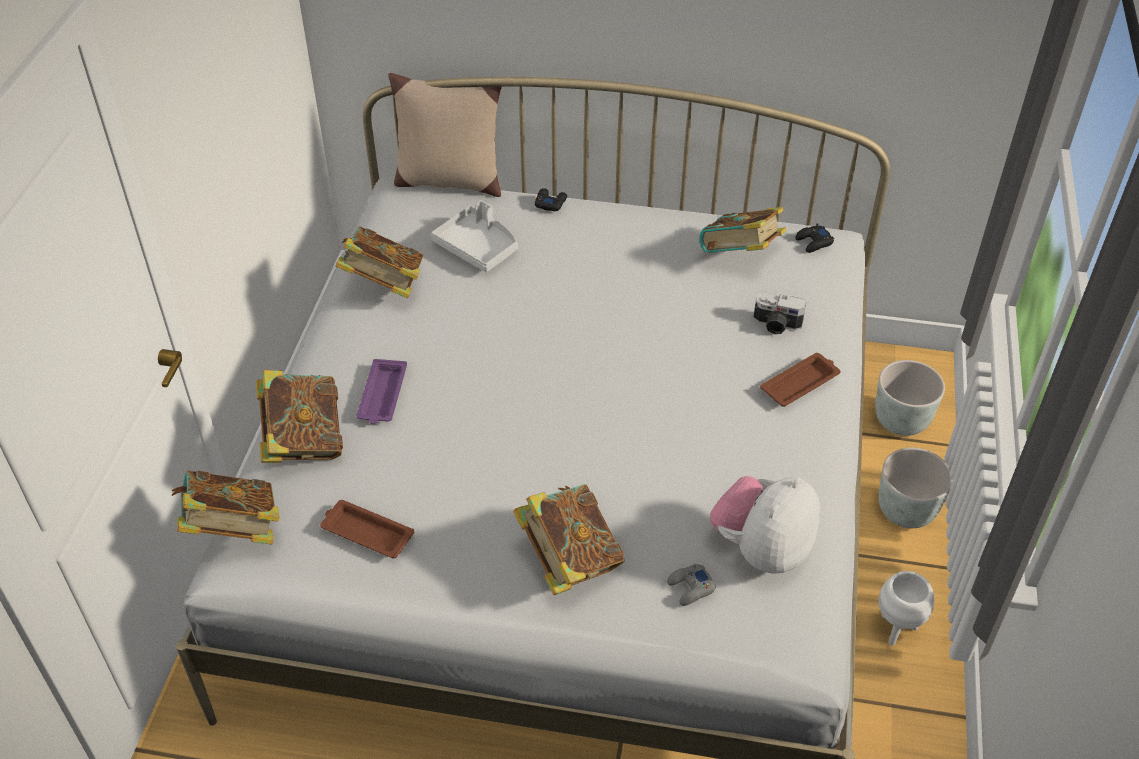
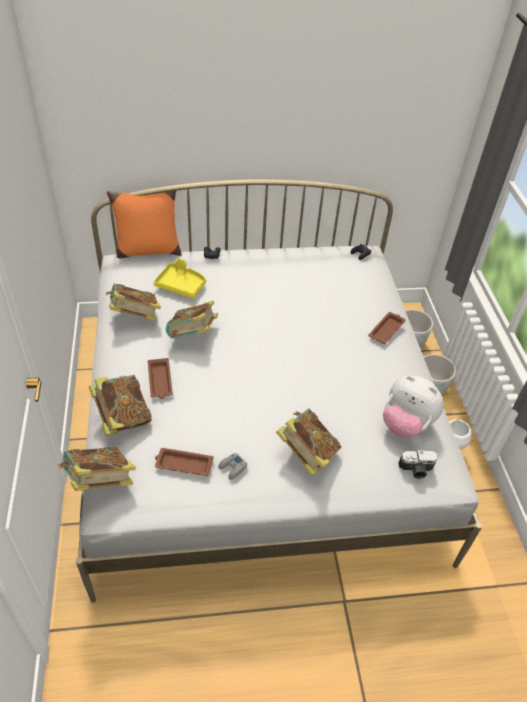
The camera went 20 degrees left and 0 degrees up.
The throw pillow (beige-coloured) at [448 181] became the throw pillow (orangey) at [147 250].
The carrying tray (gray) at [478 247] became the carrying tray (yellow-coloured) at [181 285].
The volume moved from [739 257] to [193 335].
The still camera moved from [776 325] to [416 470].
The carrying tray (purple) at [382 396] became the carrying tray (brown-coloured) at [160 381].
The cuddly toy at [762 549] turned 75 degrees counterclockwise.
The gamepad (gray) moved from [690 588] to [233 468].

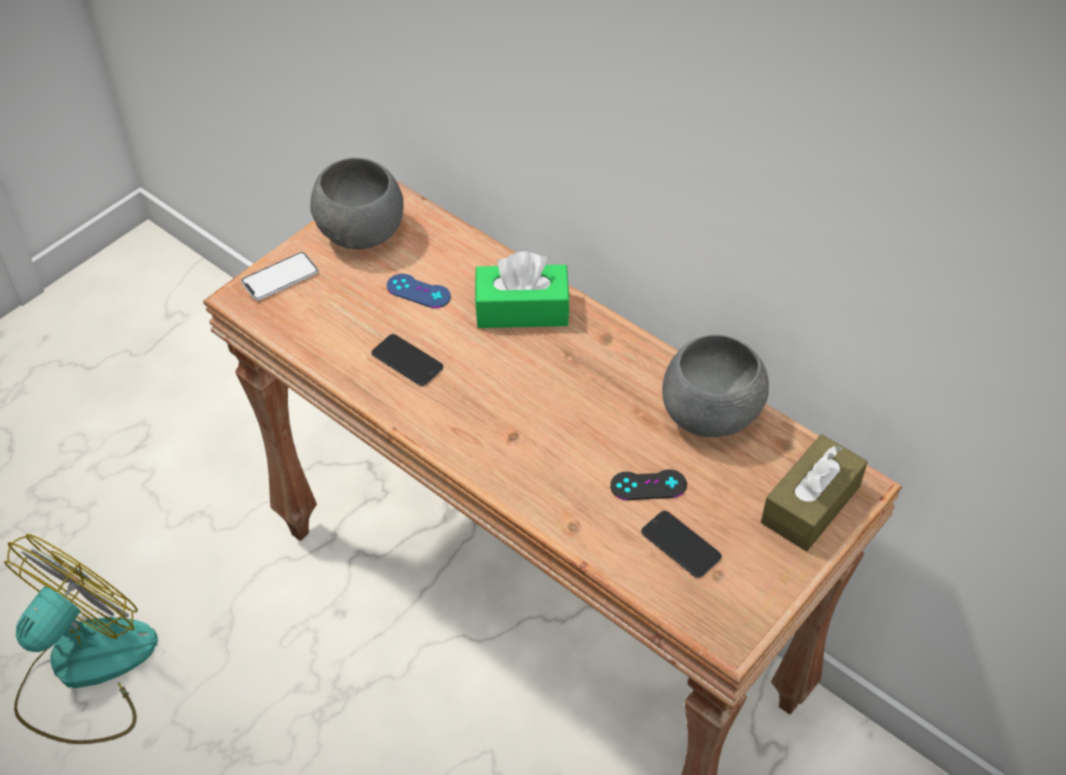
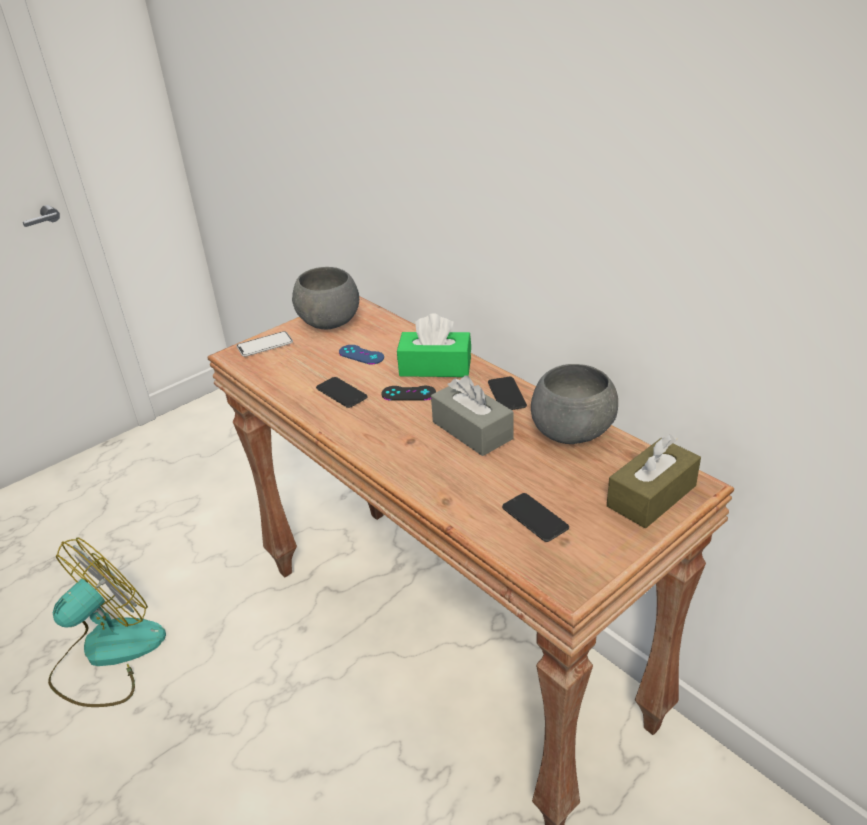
The camera went 10 degrees right and 15 degrees down.
The gamepad (black-coloured) moved from [648 485] to [408 393].
The box of tissues (gray) at [472 430] appeared.
The handset at [506 394] appeared.

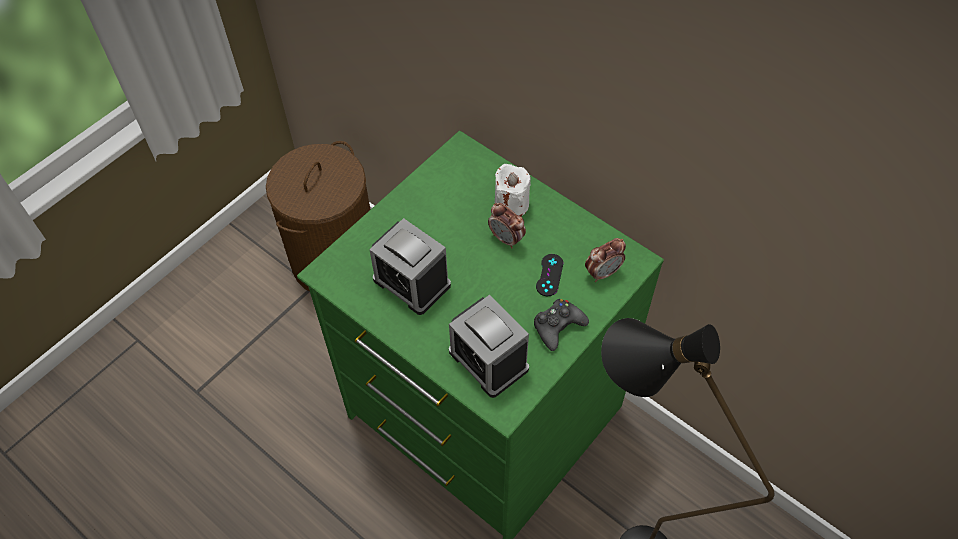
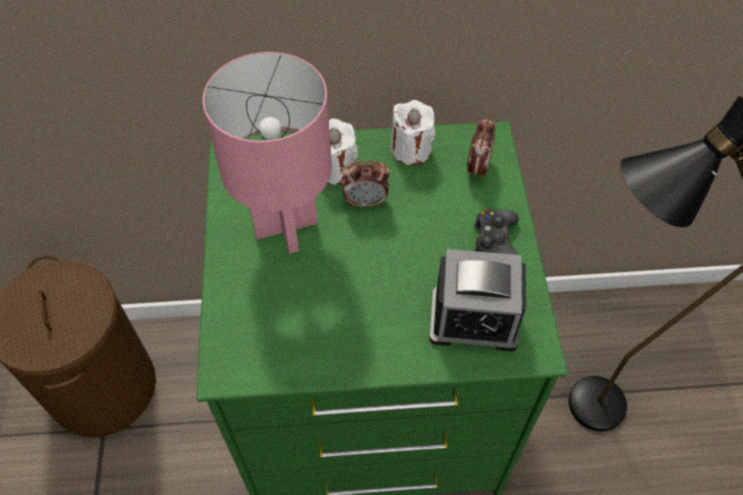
The camera went 45 degrees left and 0 degrees up.
The bedside clock at [411 282] disappeared.
The gamepad (black-coloured) at [549 275] disappeared.
The lamp for a table (pink-coloured) at [286 226] appeared.
The candle (white-coloured) at [411 149] appeared.

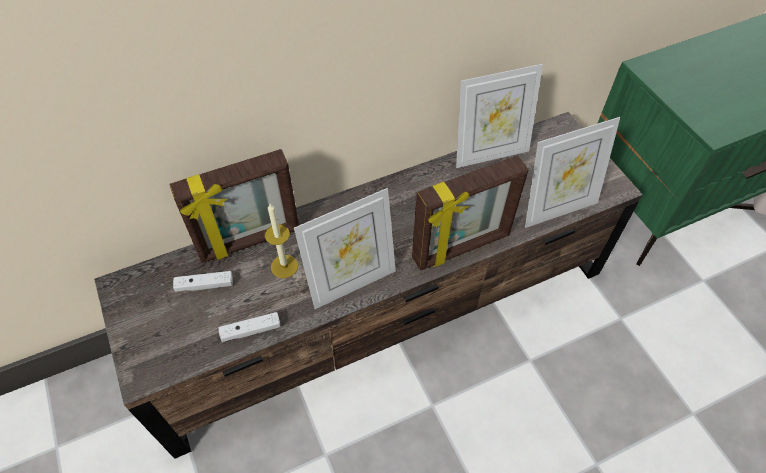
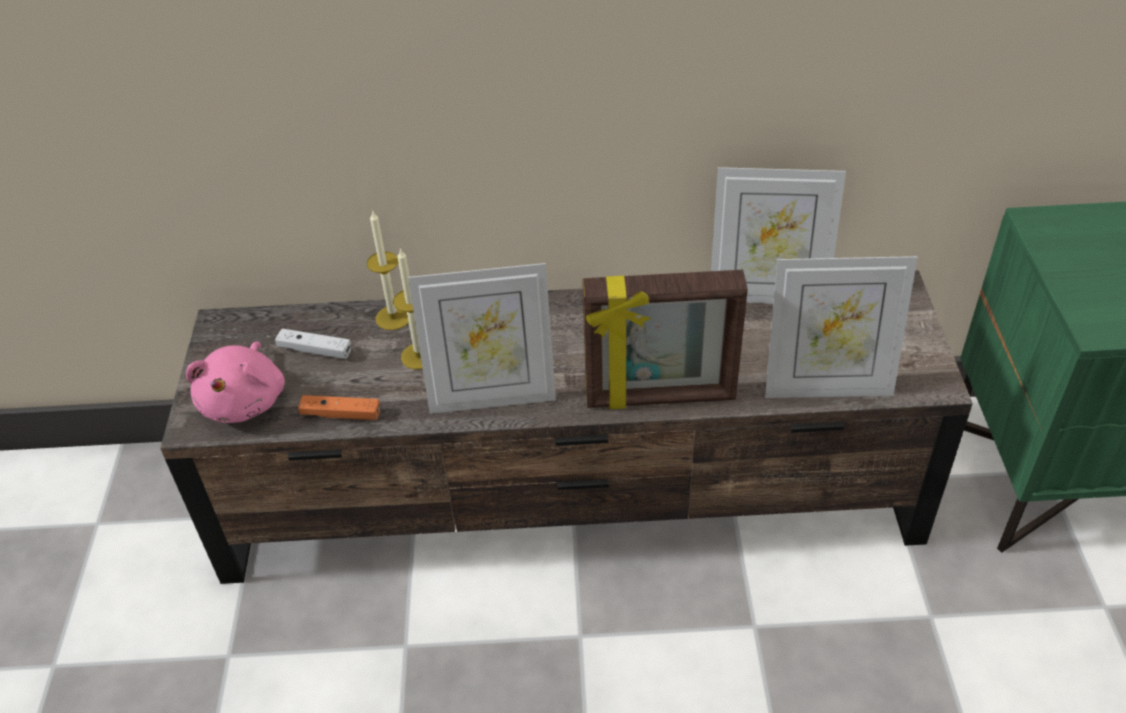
The camera went 25 degrees right and 10 degrees down.
The photo frame at [250 241] was replaced by the candle at [393 317].
The gamepad (white-coloured) at [251 330] became the gamepad (orangey) at [341 414].
The cuddly toy (pink-coloured) at [245 401] appeared.

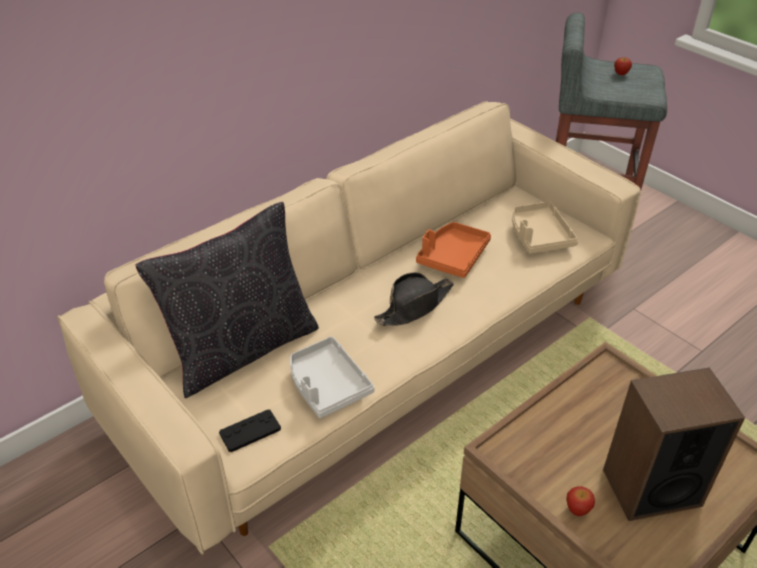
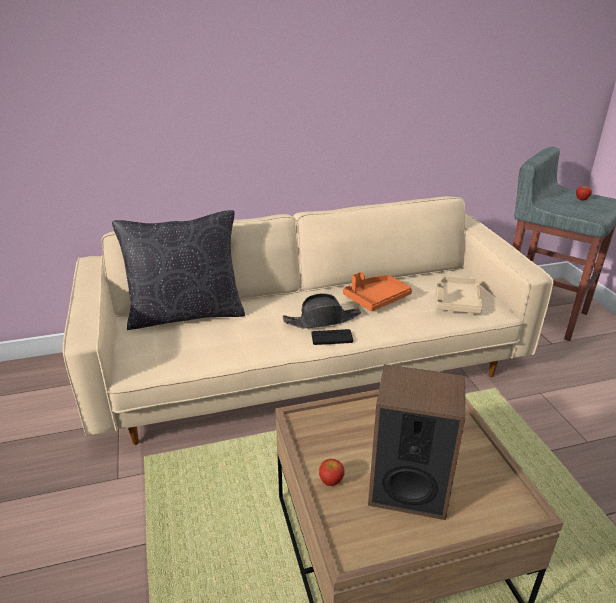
The camera went 25 degrees right and 10 degrees down.
The carrying tray (gray) at [327 385] disappeared.
The gamepad (black-coloured) moved from [250 431] to [332 338].

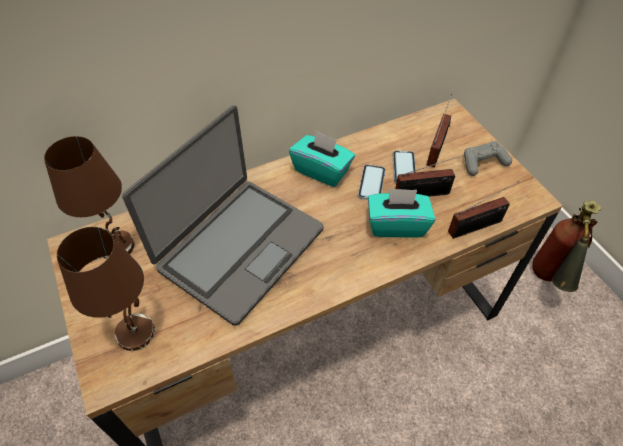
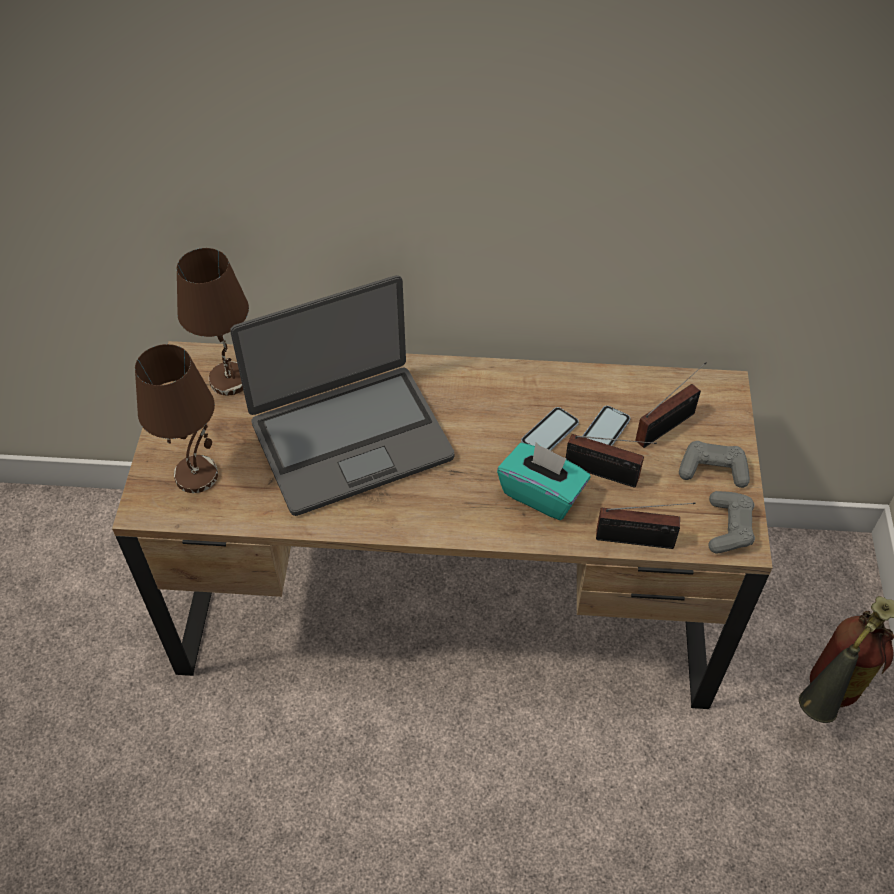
The camera went 30 degrees right and 0 degrees up.
The box of tissues (turquoise) at [322 170] disappeared.
The gamepad (gray) at [729 528] appeared.

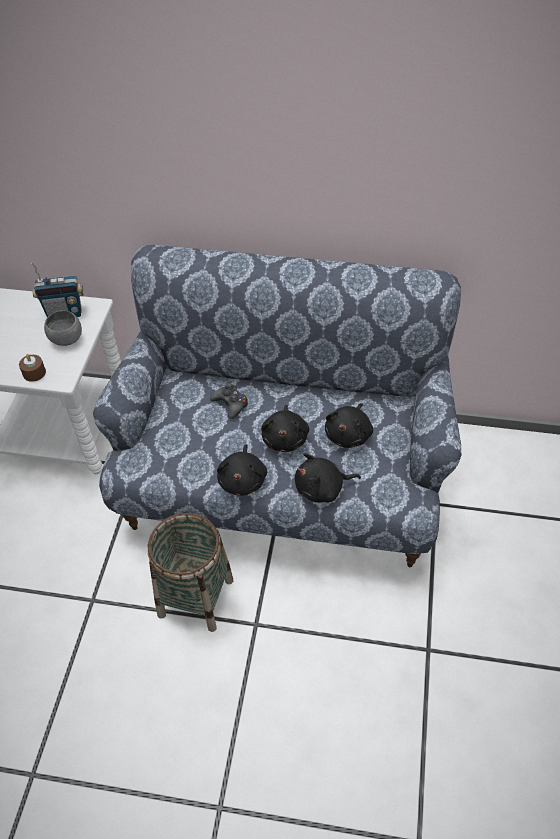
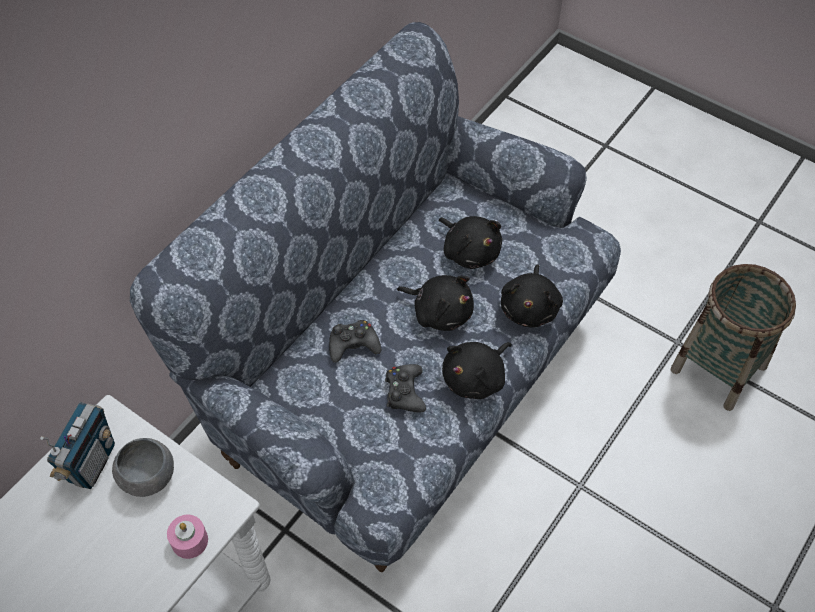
The camera went 65 degrees left and 5 degrees up.
The candle (brown-coloured) at [34 373] became the candle (pink-coloured) at [189 541].
The cuddly toy (black-coloured) at [243 480] turned 105 degrees clockwise.
The household basket moved from [195 597] to [718 368].
The gamepad (black-coloured) at [405 392] appeared.

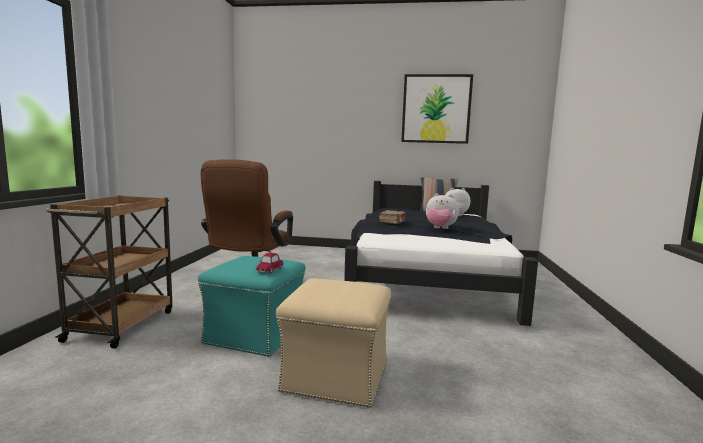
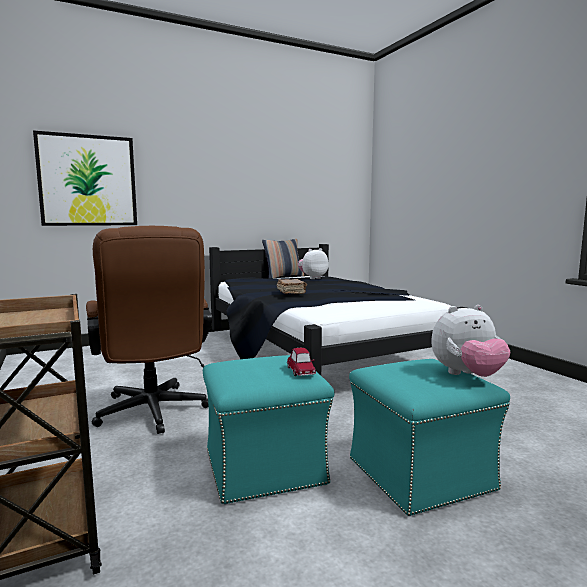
The camera went 35 degrees left and 0 degrees up.
The wall art moved from [436 109] to [88 181].
The cuddly toy moved from [440 229] to [467 375].
The pouffe (beige-coloured) at [335 376] became the pouffe (turquoise) at [419 474].

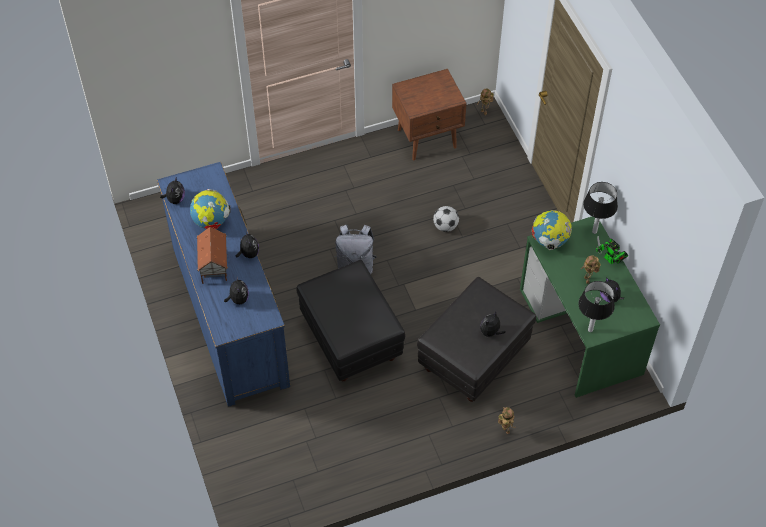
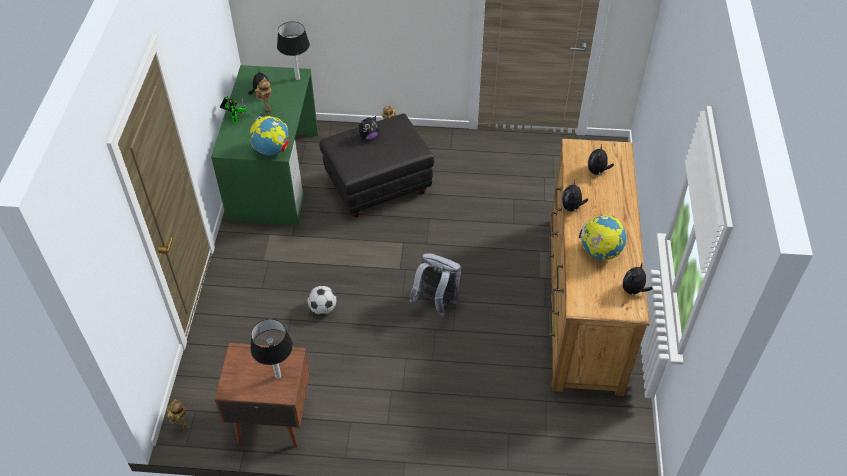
The camera went 155 degrees left and 5 degrees down.
The drawer chest (blue) at [229 315] became the drawer chest (brown-coloured) at [584 302].
The lamp for a table moved from [594 231] to [278 376].
The toy house at [213 266] disappeared.
The pouffe (black-coloured) at [350 340] disappeared.

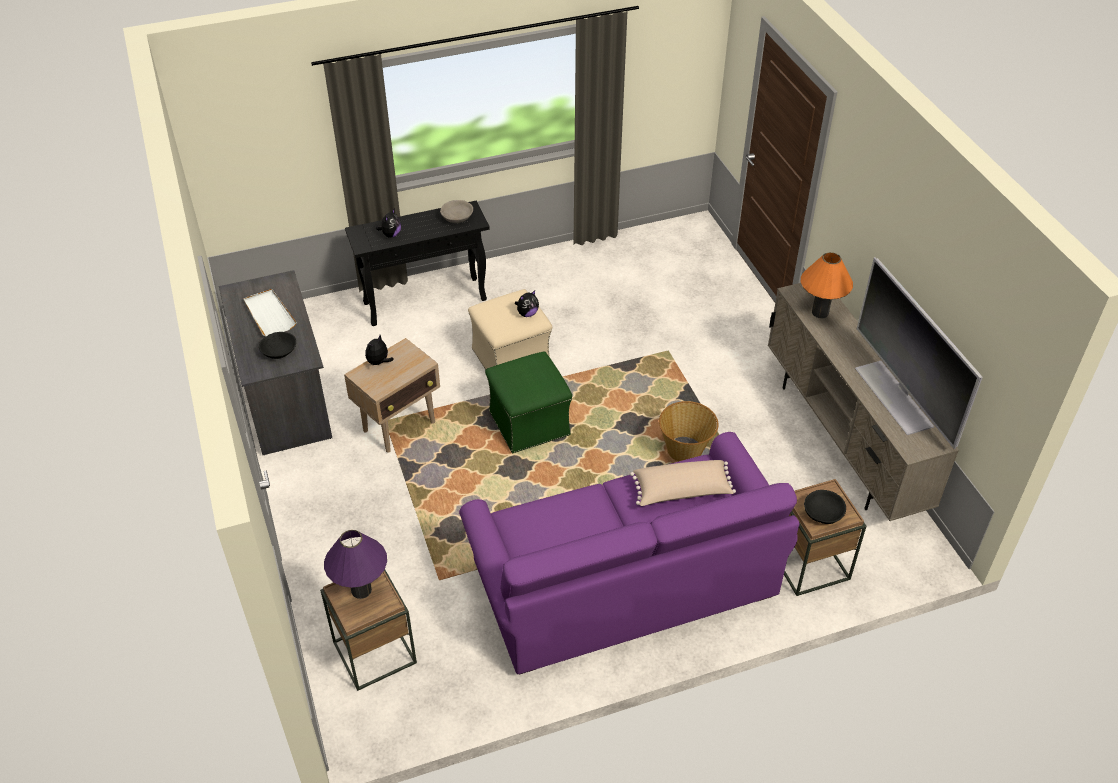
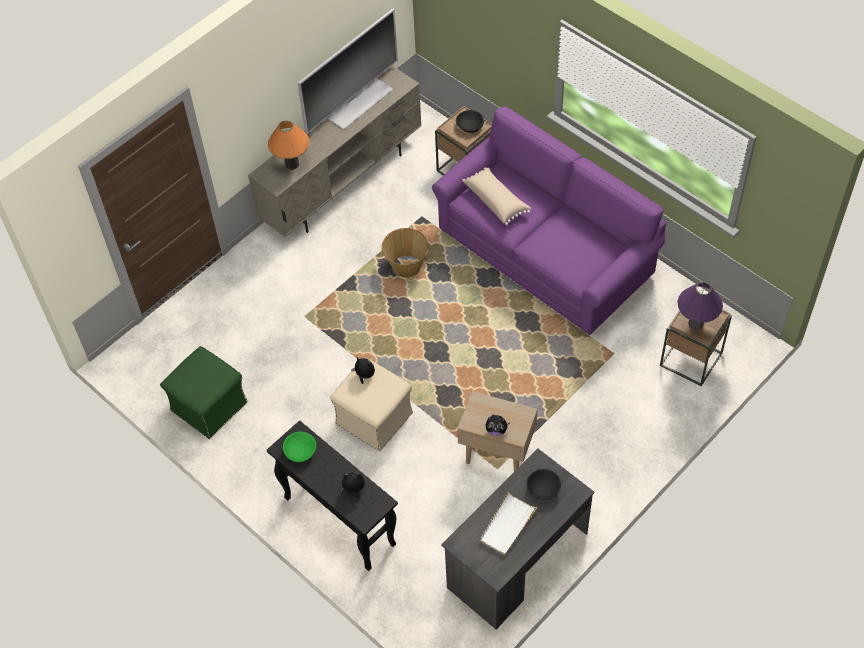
The camera went 115 degrees left and 10 degrees up.
The deep dish (gray) at [457 217] became the deep dish (greenish) at [300 451].
The pouffe (greenish) moved from [529 422] to [208 407].

